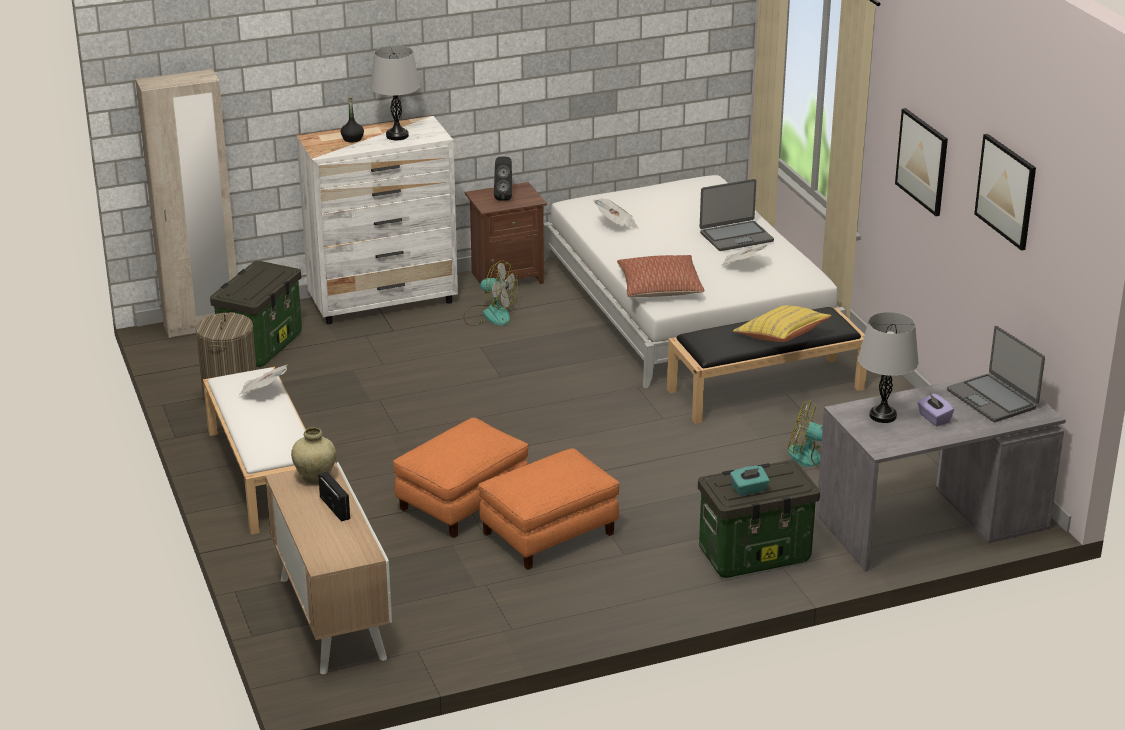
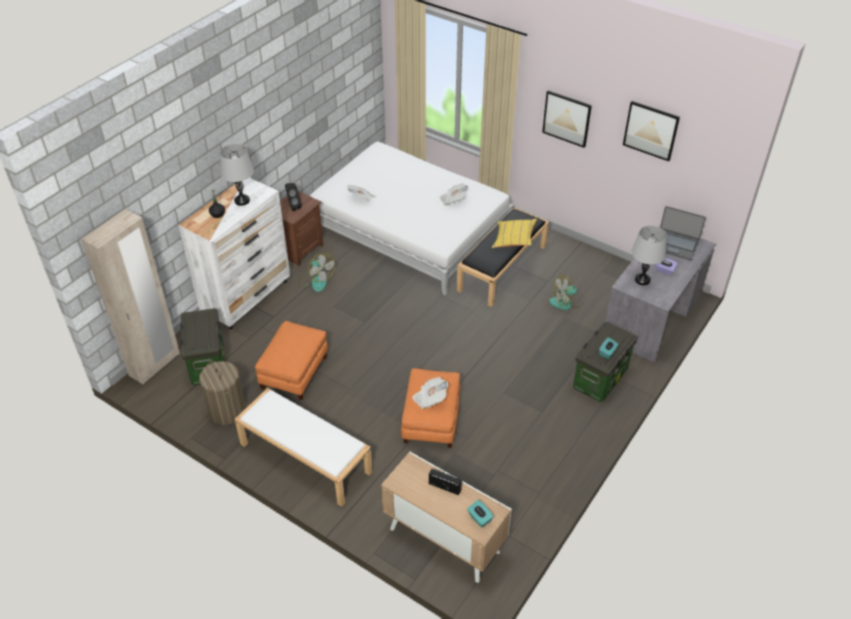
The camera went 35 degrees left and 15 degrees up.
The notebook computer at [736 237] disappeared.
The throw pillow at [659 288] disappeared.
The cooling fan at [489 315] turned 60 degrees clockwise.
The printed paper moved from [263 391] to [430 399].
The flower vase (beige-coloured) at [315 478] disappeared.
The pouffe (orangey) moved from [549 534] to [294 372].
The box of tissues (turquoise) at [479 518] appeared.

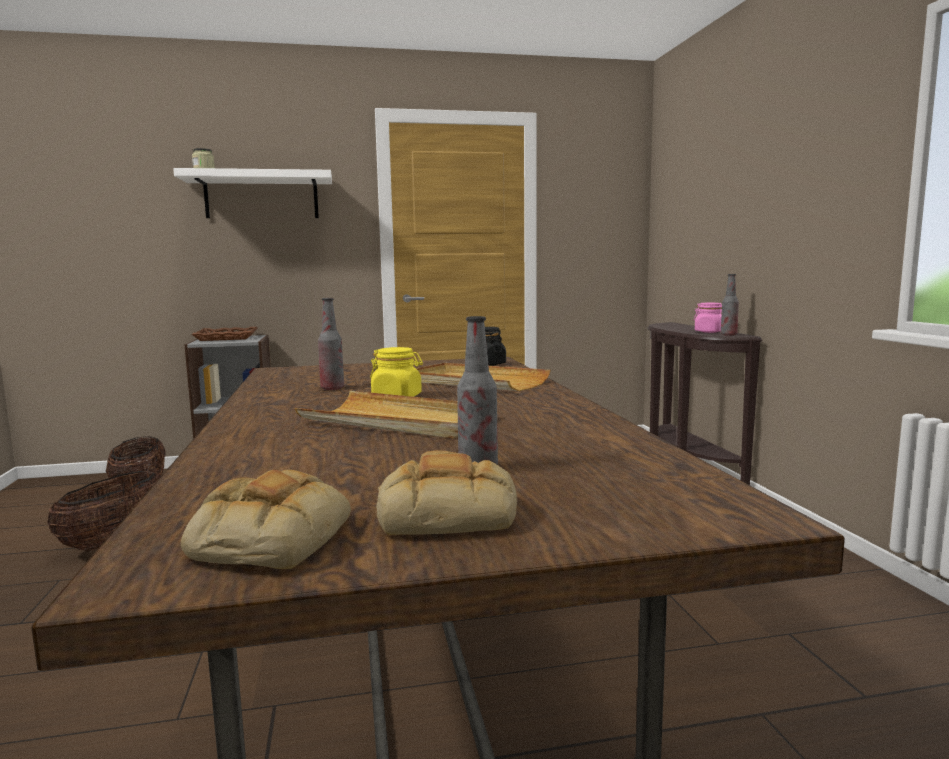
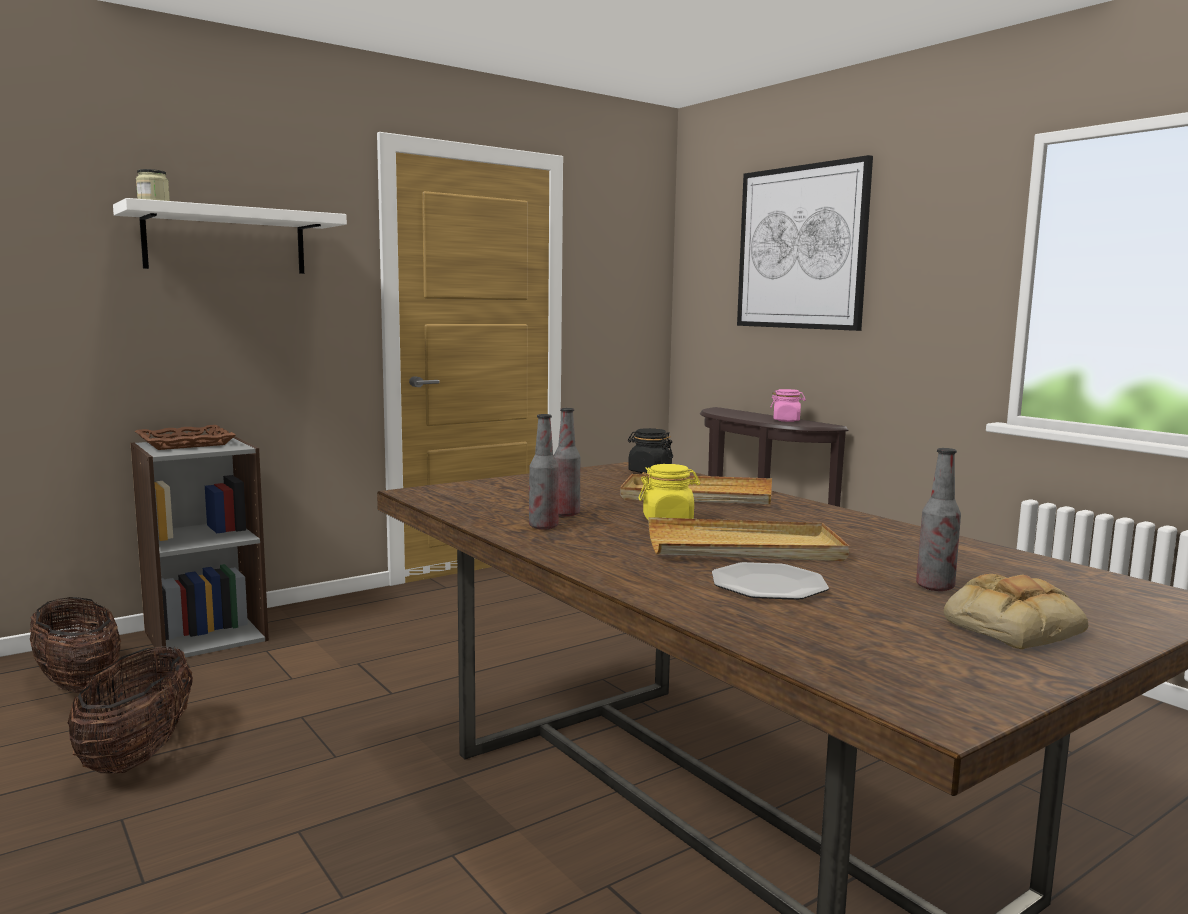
The camera went 25 degrees left and 0 degrees up.
The bottle moved from [728 335] to [543 527].
The baked bread at [270 538] disappeared.
The wall art at [801 248] appeared.
The flat dish at [768 585] appeared.

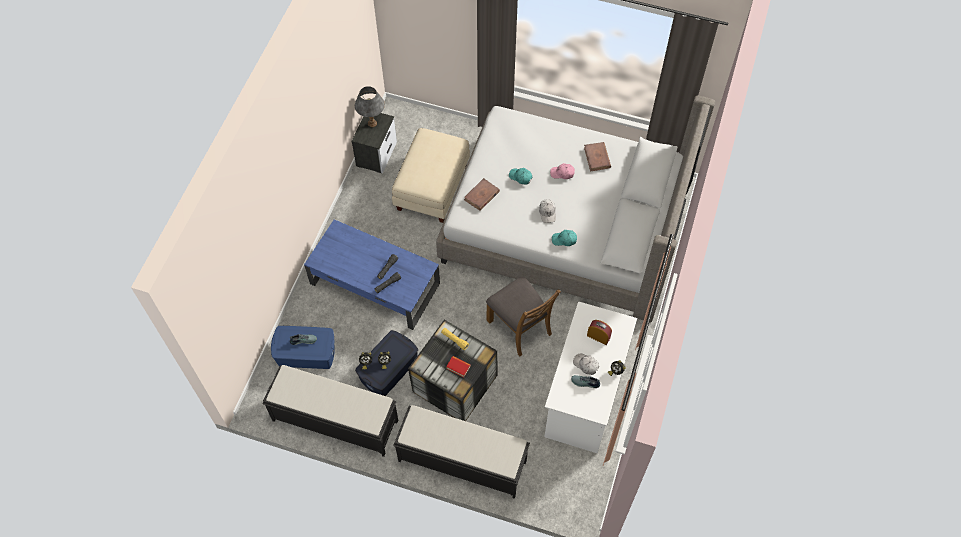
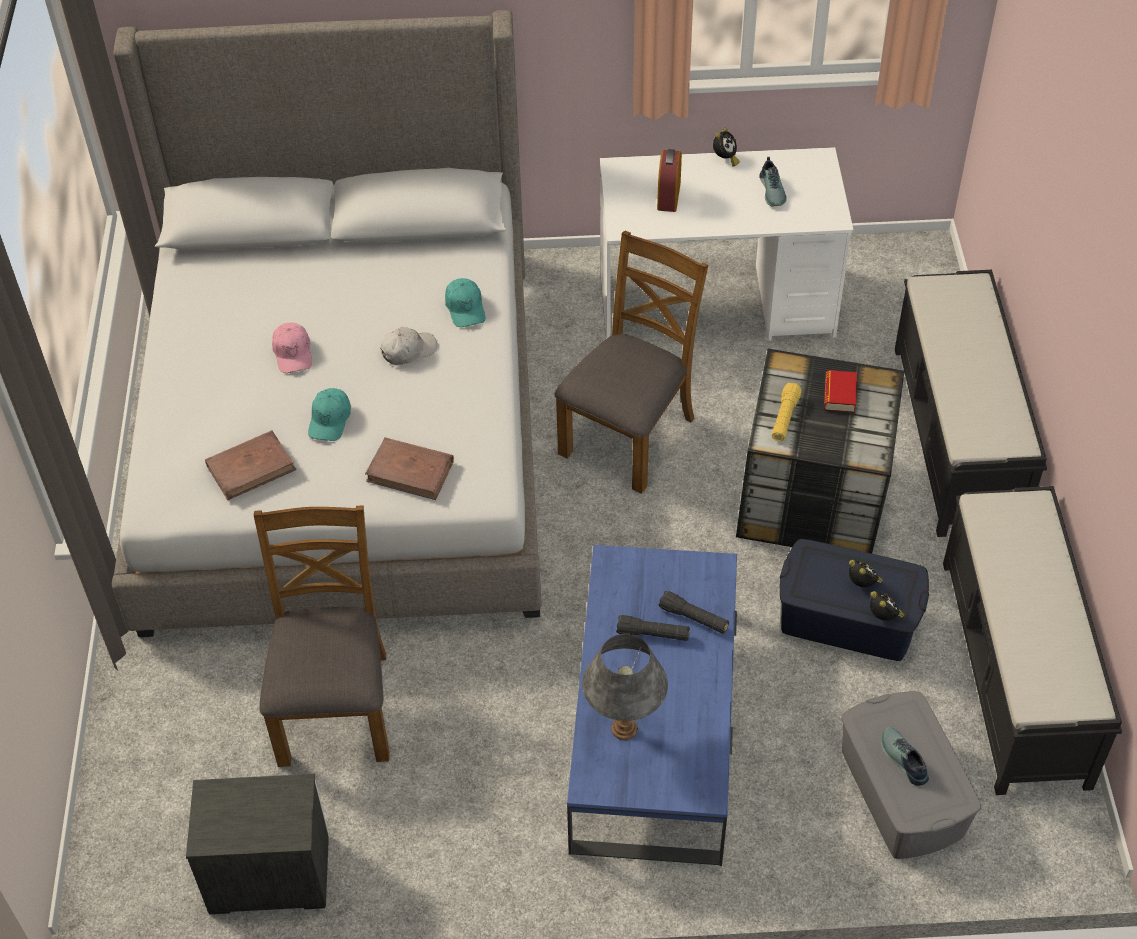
The camera went 110 degrees left and 10 degrees down.
The lamp for a table (gray) moved from [372 123] to [624 728].
The pouffe (beige-coloured) at [432 188] was replaced by the upright chair (brown-coloured) at [335 707].
The volume (brown-coloured) moved from [597 158] to [251 468].
The storage bin (blue) at [306 353] became the storage bin (gray) at [900 793].
The peaked cap (white-coloured) at [586 365] disappeared.

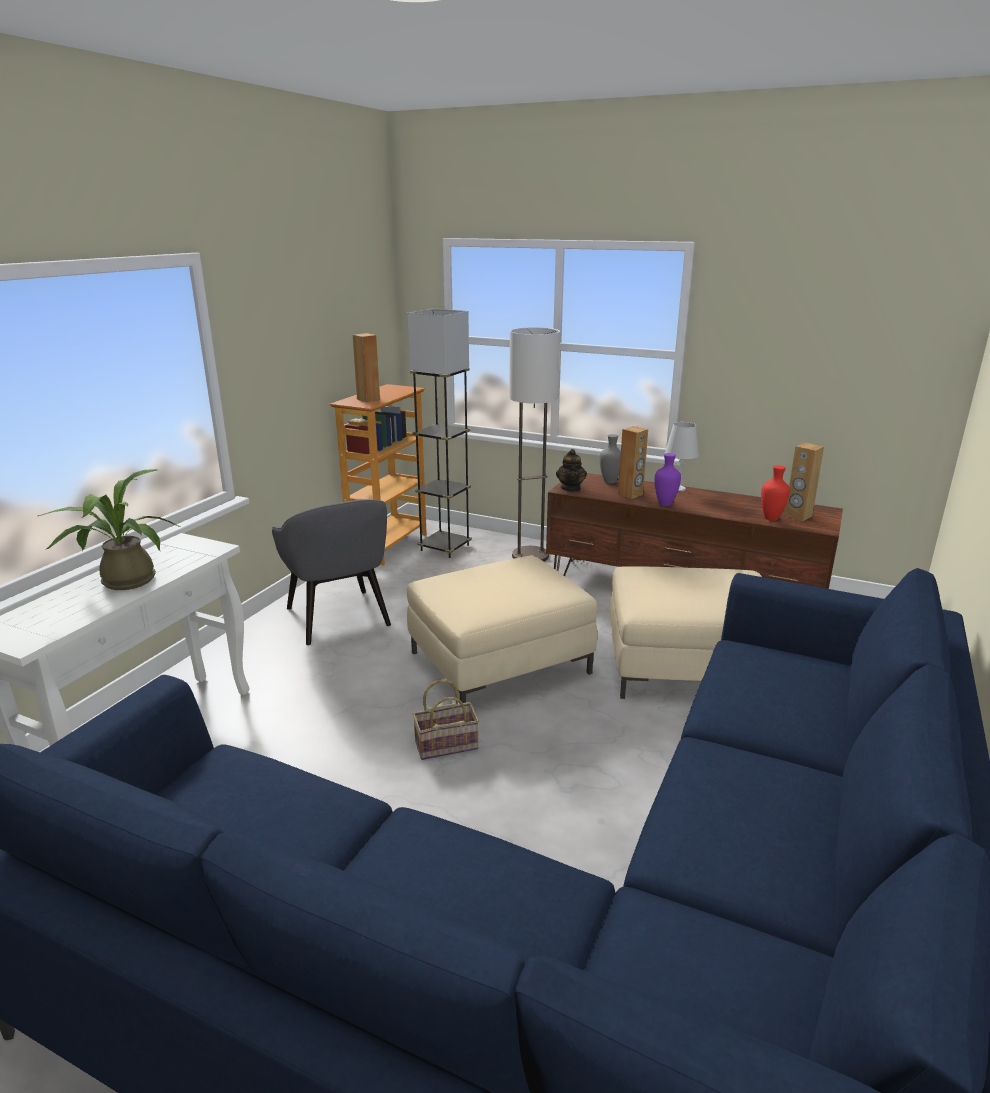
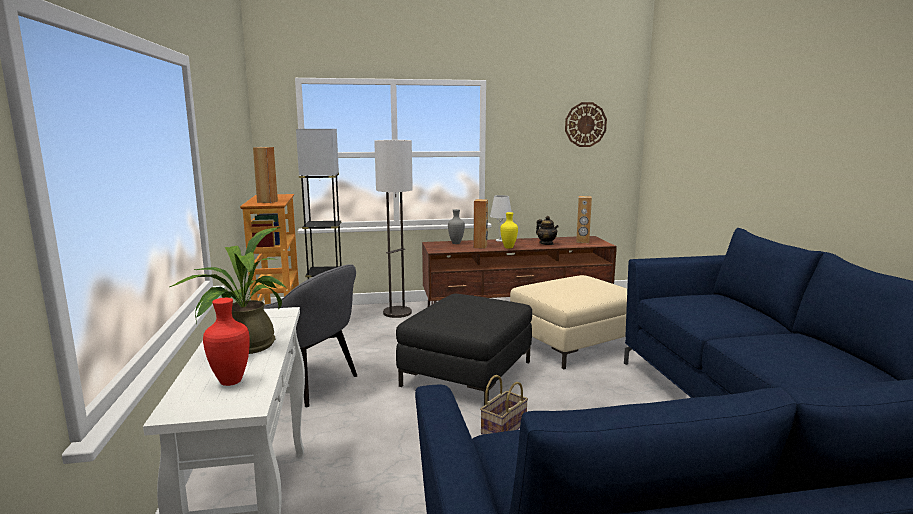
The camera went 35 degrees left and 10 degrees down.
The tea pot moved from [571 488] to [546 243].
The flower vase (purple) at [666 504] became the flower vase (yellow-coloured) at [509 247].
The flower vase (red) moved from [770 518] to [229 381].
The pouffe (beige-coloured) at [499 663] became the pouffe (black-coloured) at [467 374].
The hanging clock at [585 124] appeared.

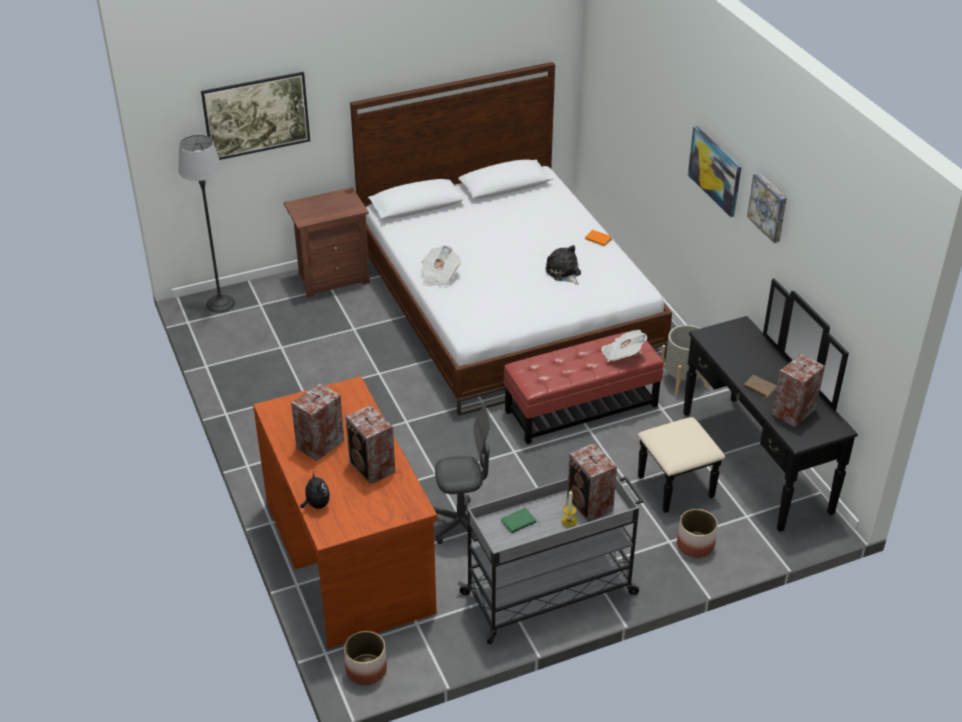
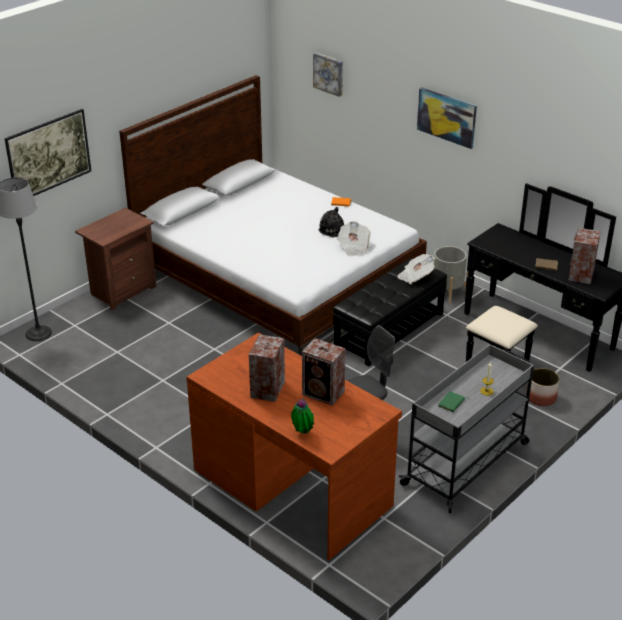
The camera went 25 degrees left and 5 degrees down.
The wall art moved from [769 207] to [329 73].
The printed paper moved from [439 276] to [353 247].
The pouffe (red) at [581 408] became the pouffe (black-coloured) at [389 330].
The audio speaker at [590 505] disappeared.
The cuddly toy at [316 505] was replaced by the plant in a pot at [302 433].
The plant pot at [366 669] disappeared.

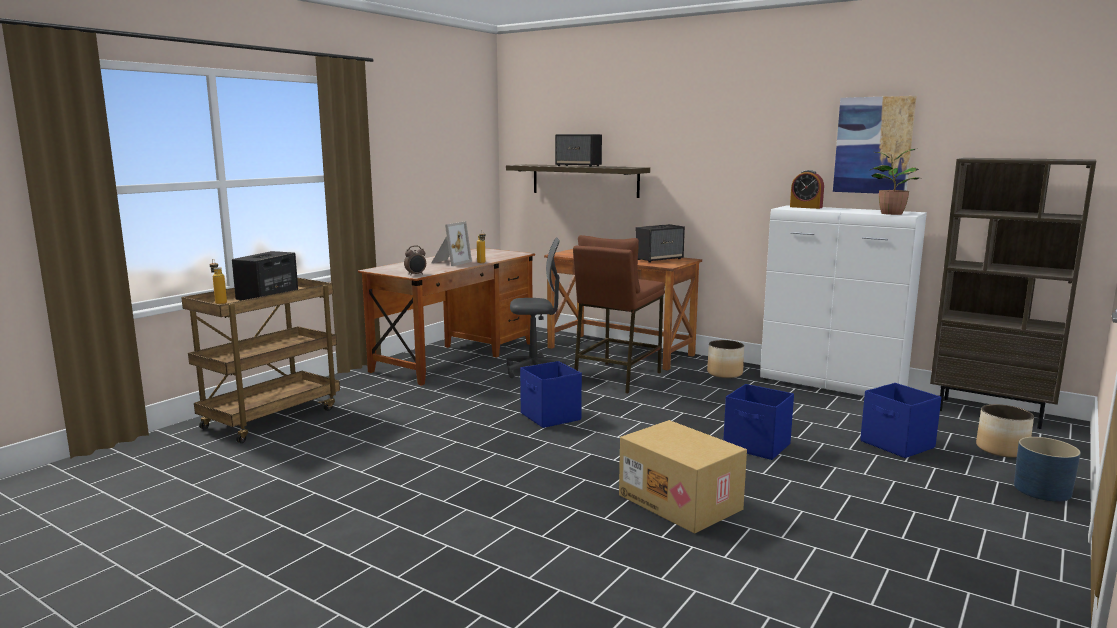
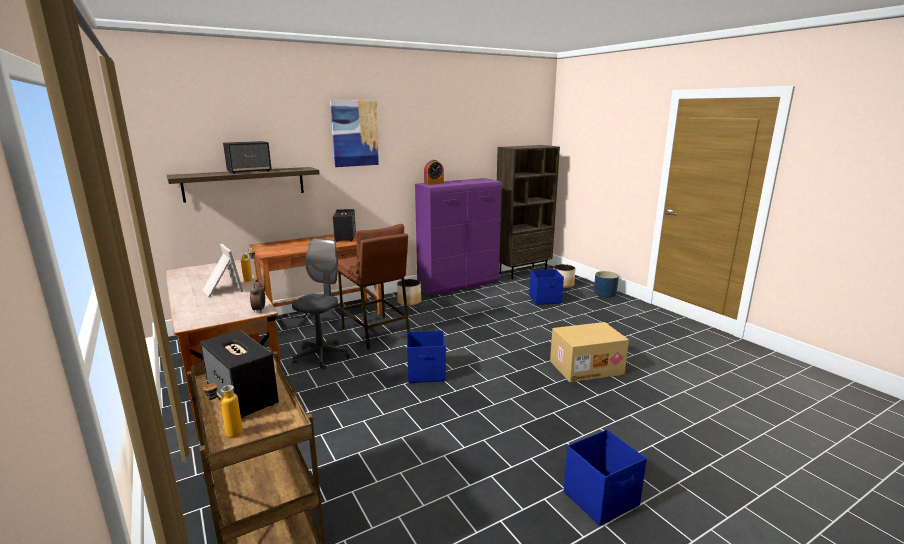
The camera went 65 degrees left and 5 degrees up.
The wall art moved from [873 145] to [355 133].
The plant in a pot at [890 213] disappeared.
The cabinet (white-coloured) at [833 385] became the cabinet (purple) at [459 286].
The storage bin (blue) moved from [757 446] to [601 499].

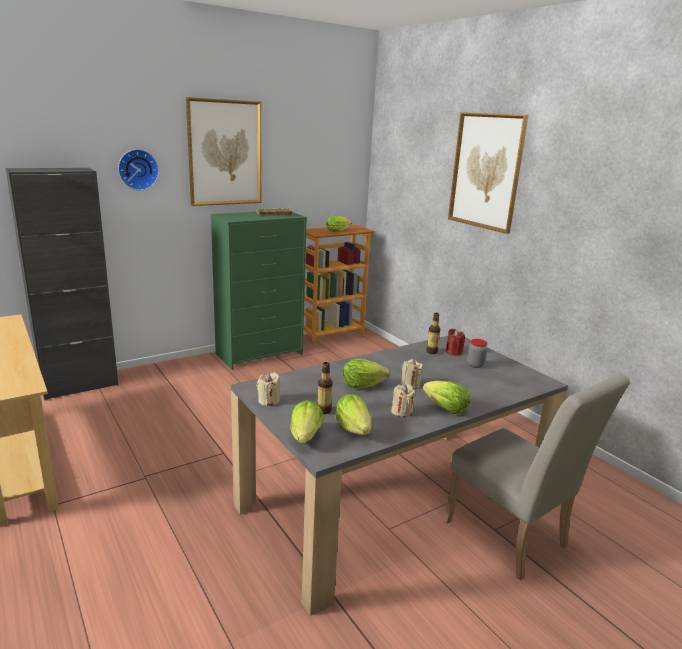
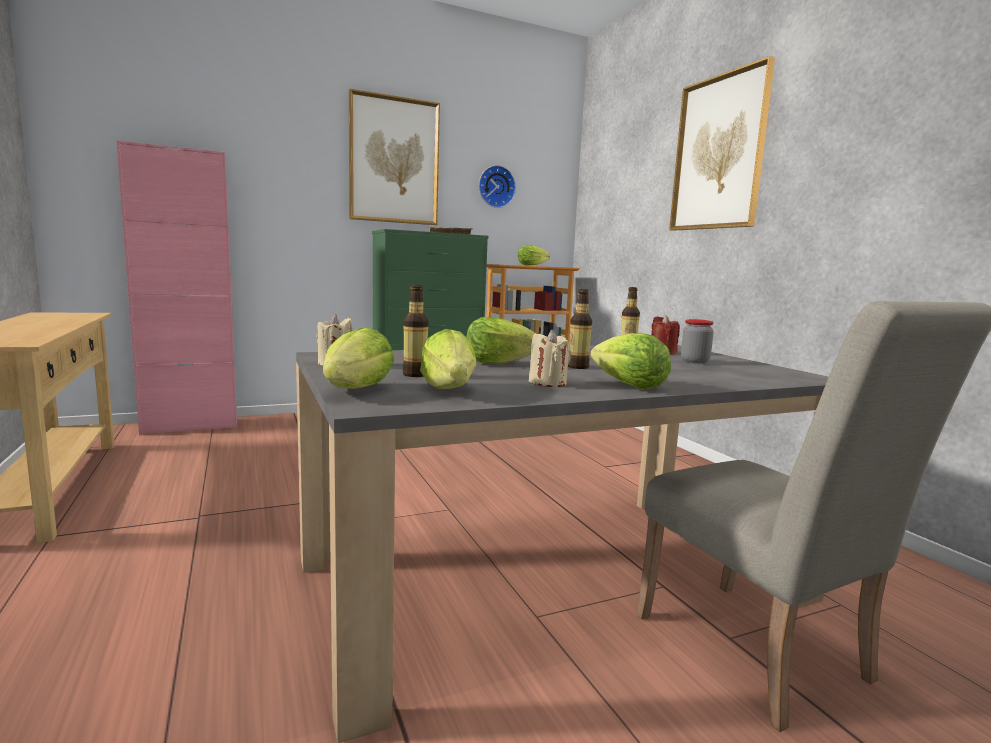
The camera went 10 degrees right and 10 degrees down.
The hanging clock moved from [138 169] to [496 187].
The cabinet (black-coloured) at [79 386] became the cabinet (pink-coloured) at [190 426].
The candle (beige-coloured) at [410 385] was replaced by the bottle at [578 367].

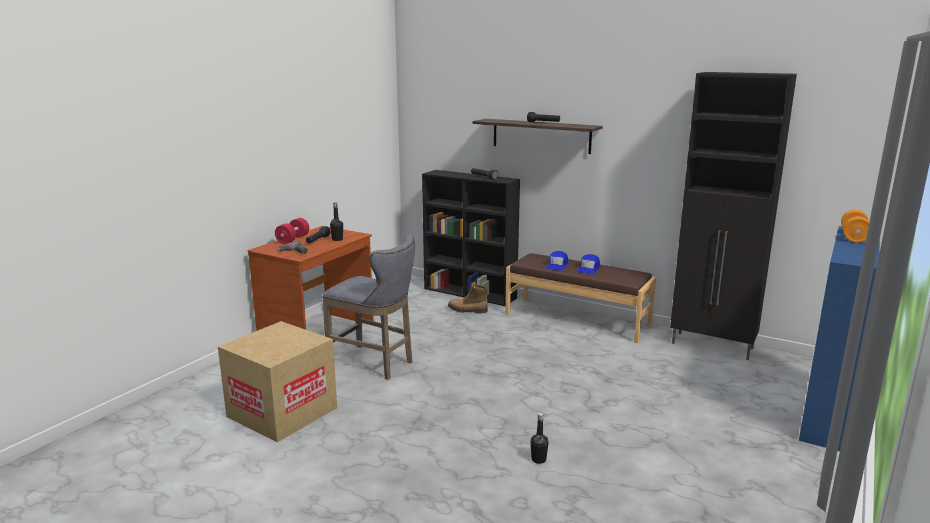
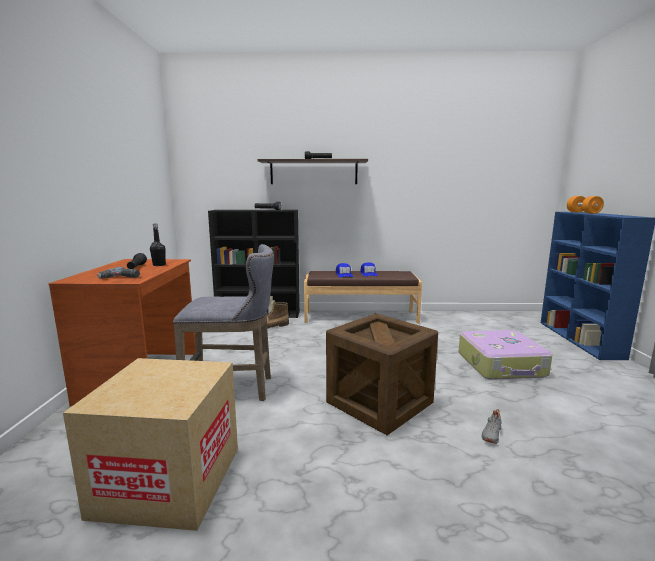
The camera went 30 degrees left and 5 degrees down.
The cabinet (black-coloured) at [713 346] disappeared.
The free weight (red) at [293 239] disappeared.
The bottle (black-coloured) at [538 459] was replaced by the item of footwear (gray) at [491 434].
The shipping crate at [379 403] appeared.
The suitcase at [501 365] appeared.

